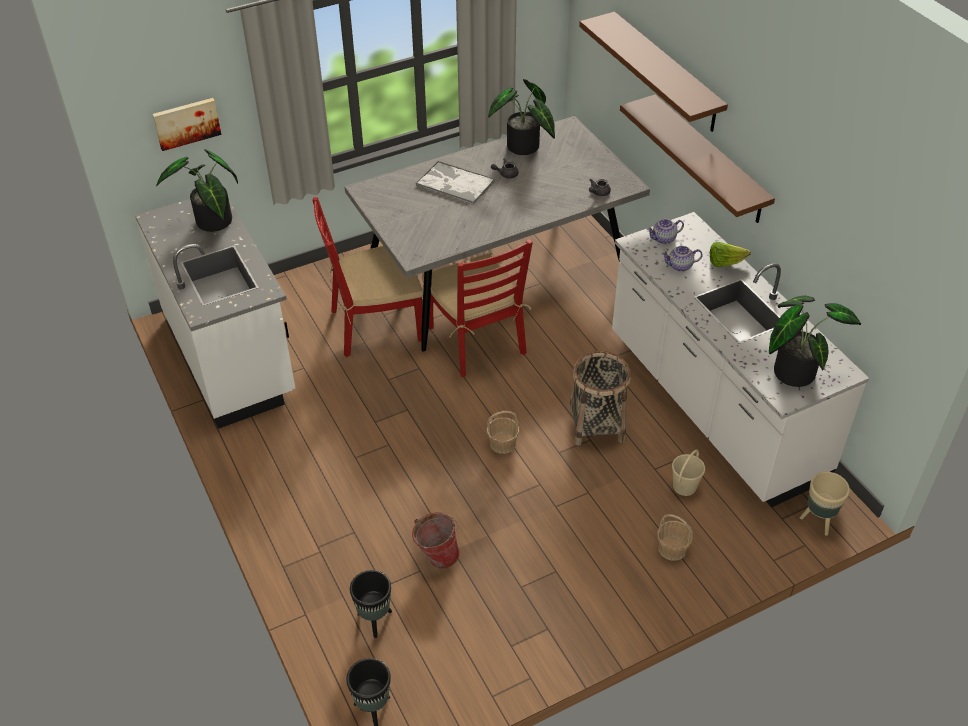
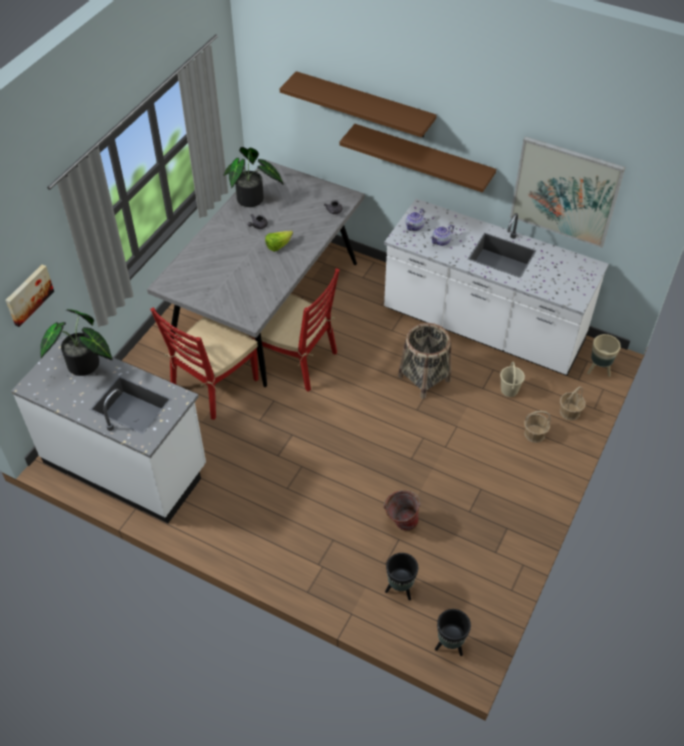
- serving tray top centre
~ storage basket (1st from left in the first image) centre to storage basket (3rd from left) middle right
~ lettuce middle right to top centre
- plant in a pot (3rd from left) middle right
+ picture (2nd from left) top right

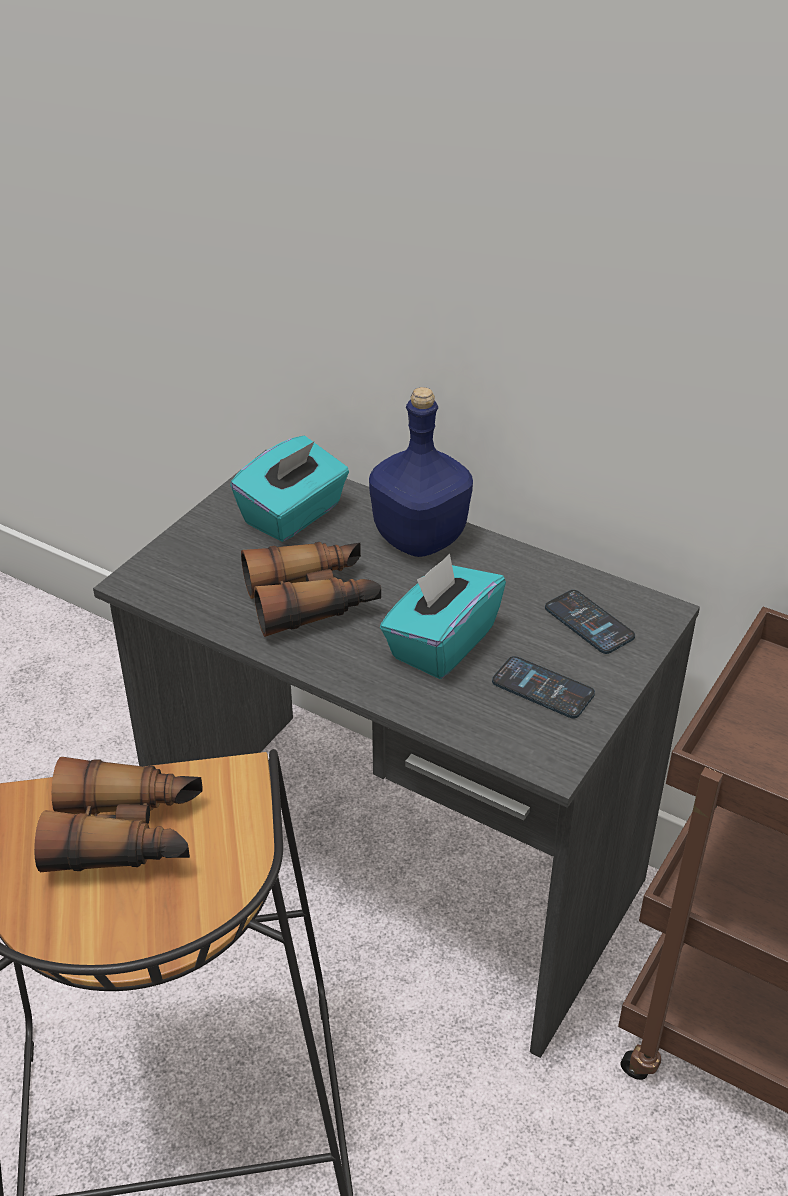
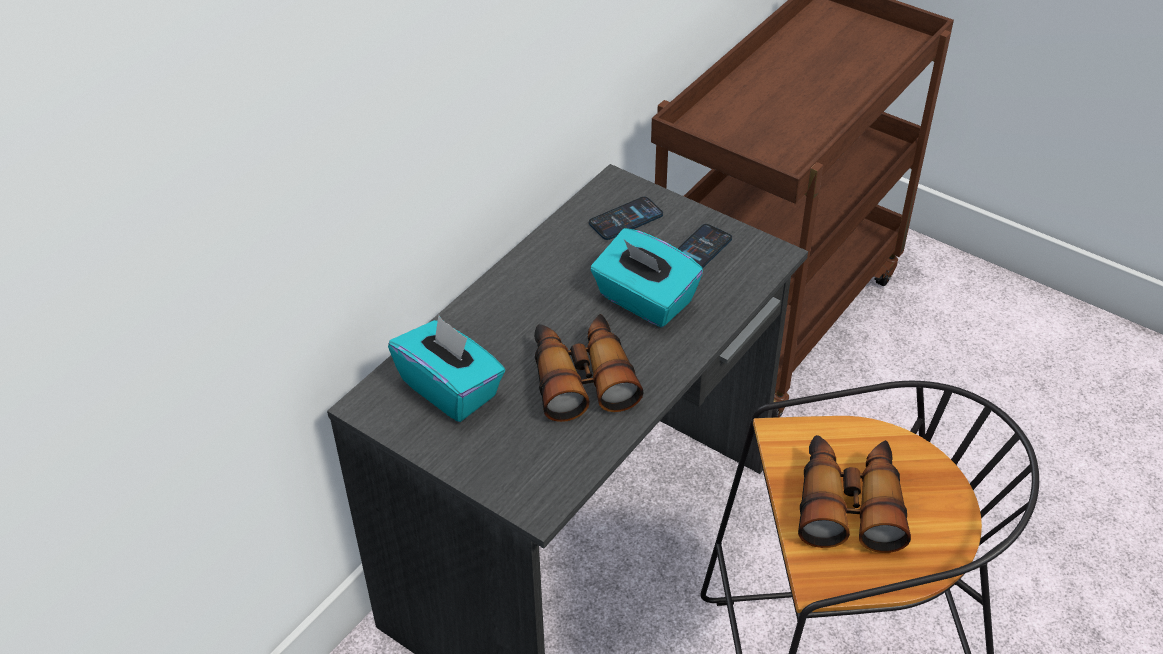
- blue drink bottle centre

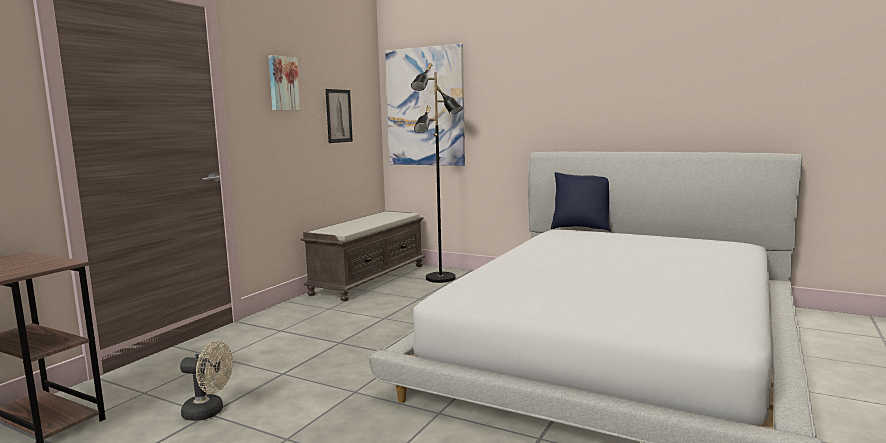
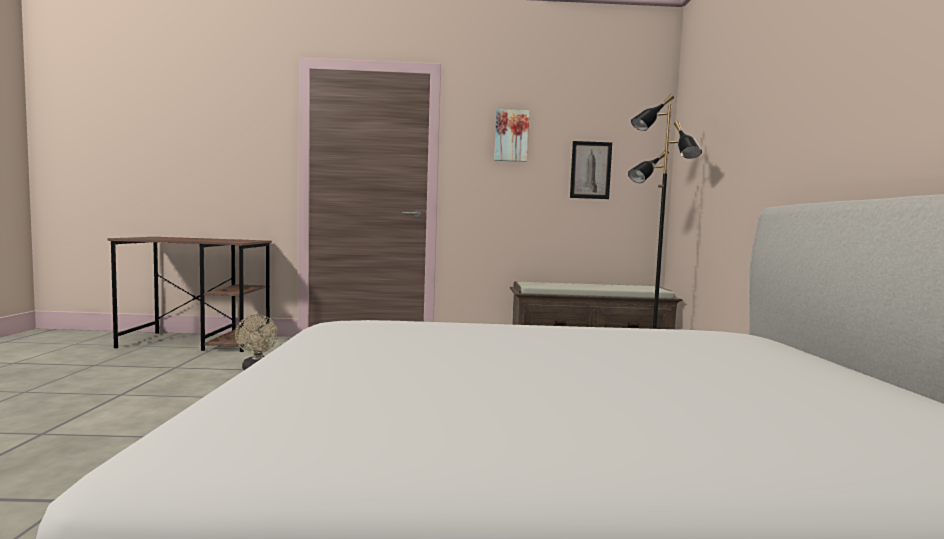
- picture (3rd from left) top centre
- blue cushion centre

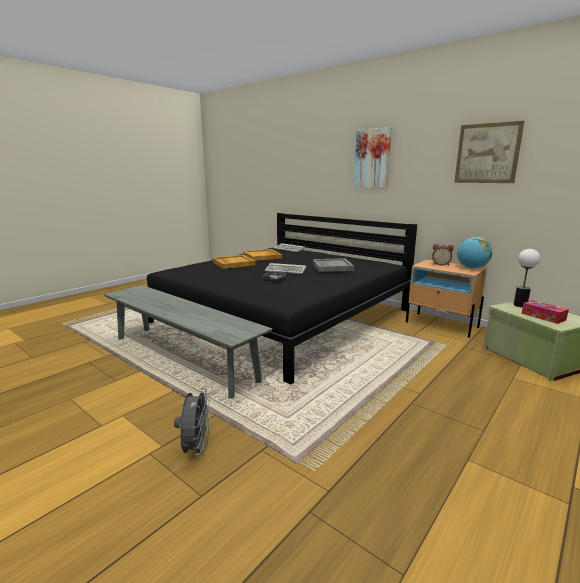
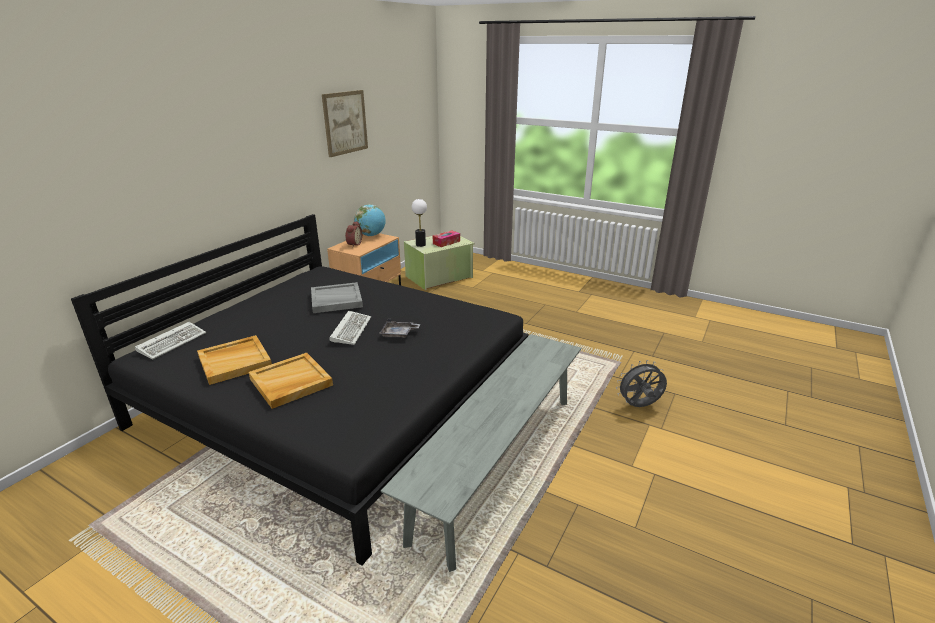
- picture (1st from left) top centre

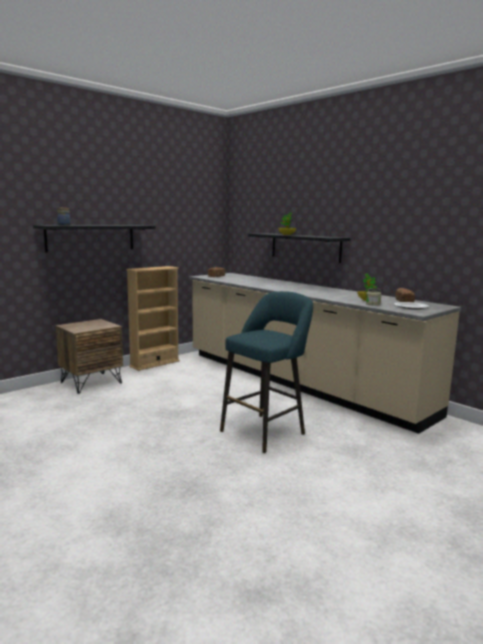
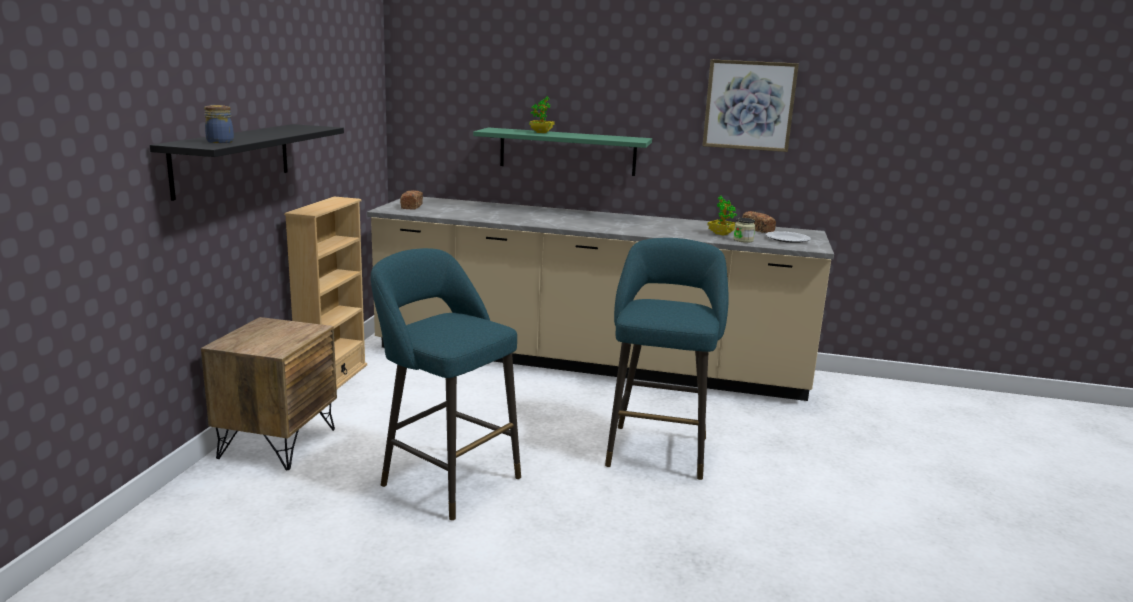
~ blackish shelf (2nd from left) centre to green-coloured shelf top centre
+ turquoise-coloured stool seat (1st from left) centre
+ picture top centre

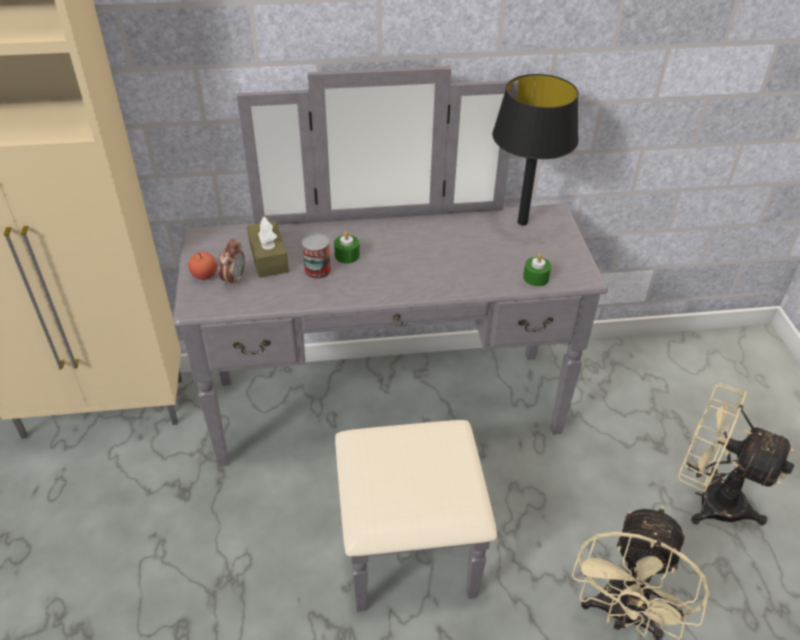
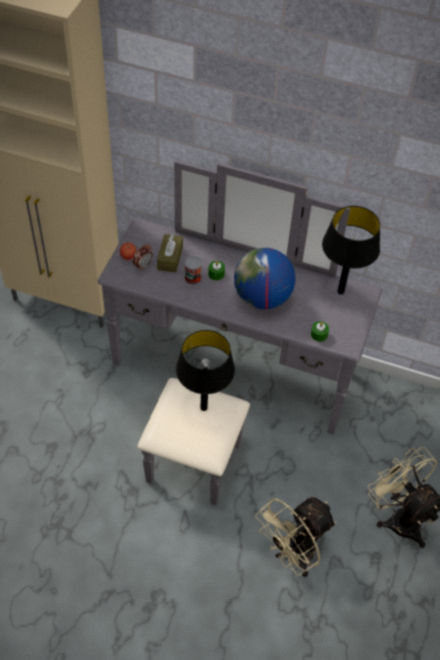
+ blackish lamp for a table (1st from left) centre
+ desk globe centre

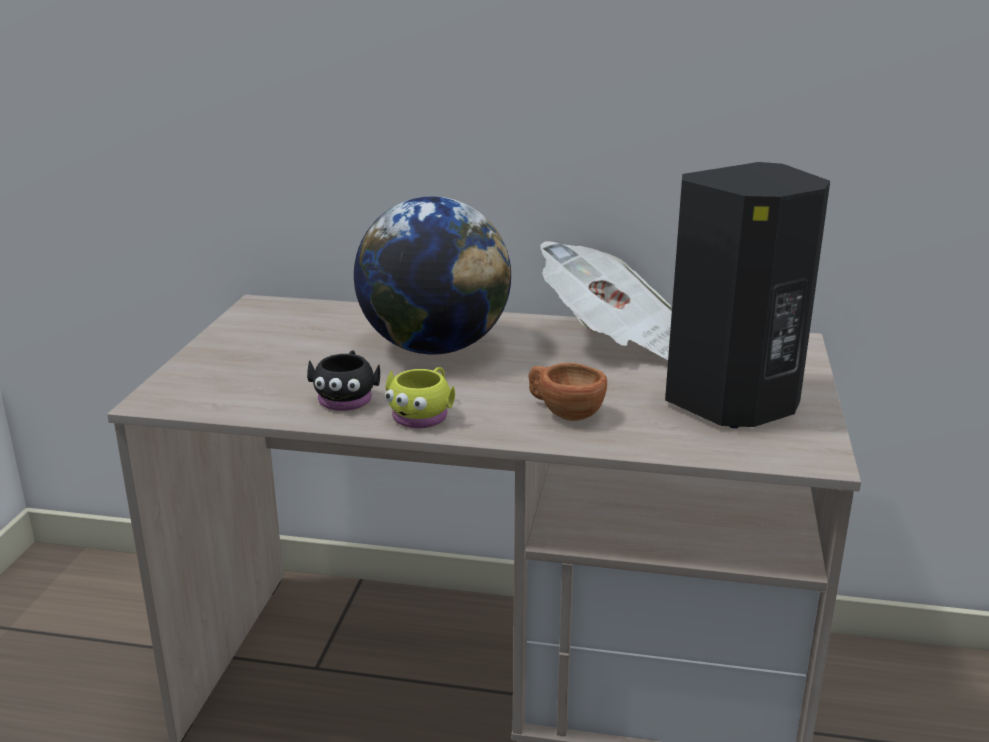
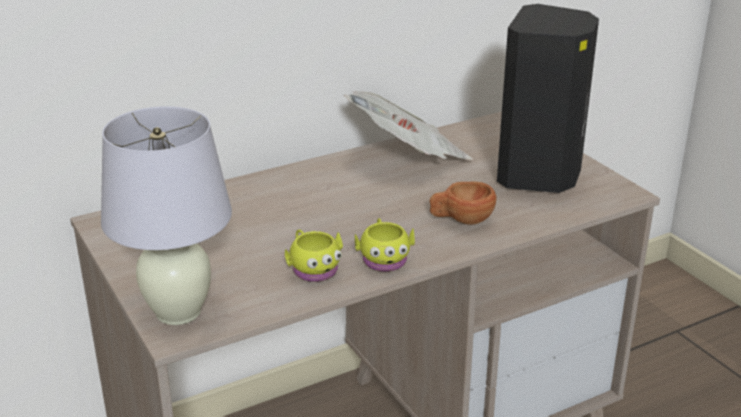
~ blackish mug centre to yellowish mug (1st from left) centre
- desk globe centre
+ white lamp for a table middle left

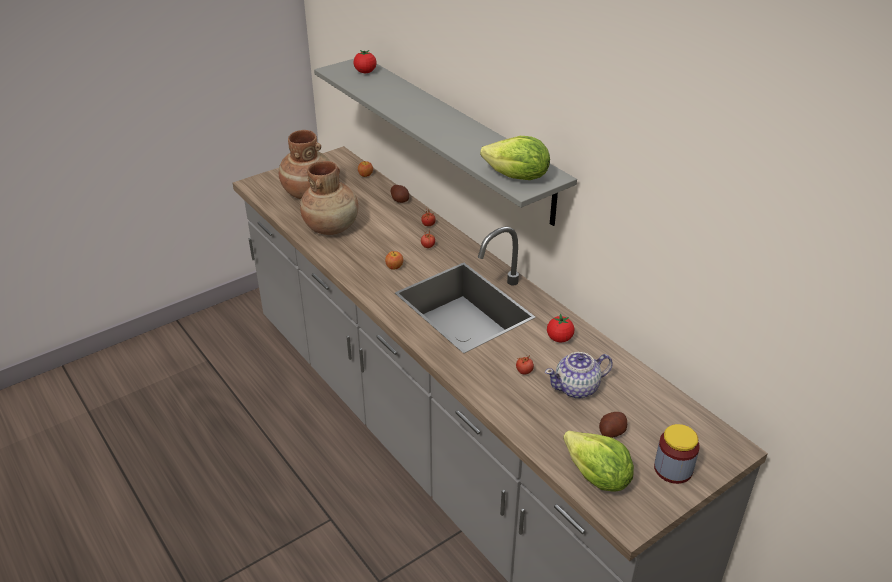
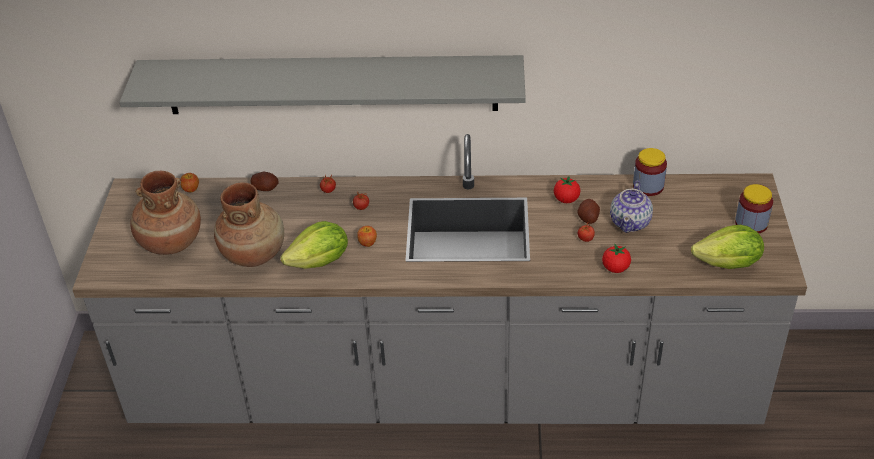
~ whole tomato (1st from left in the first image) top centre to whole tomato (5th from left) middle right
~ lettuce (1st from left) top centre to centre
~ spud (2nd from left) bottom right to middle right
+ preserve jar (1st from left) middle right

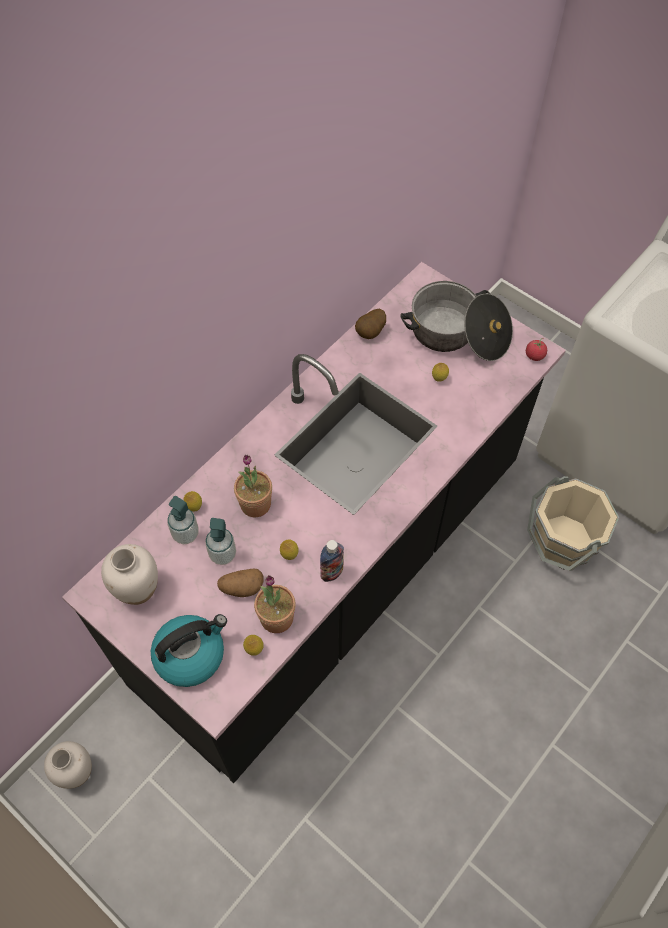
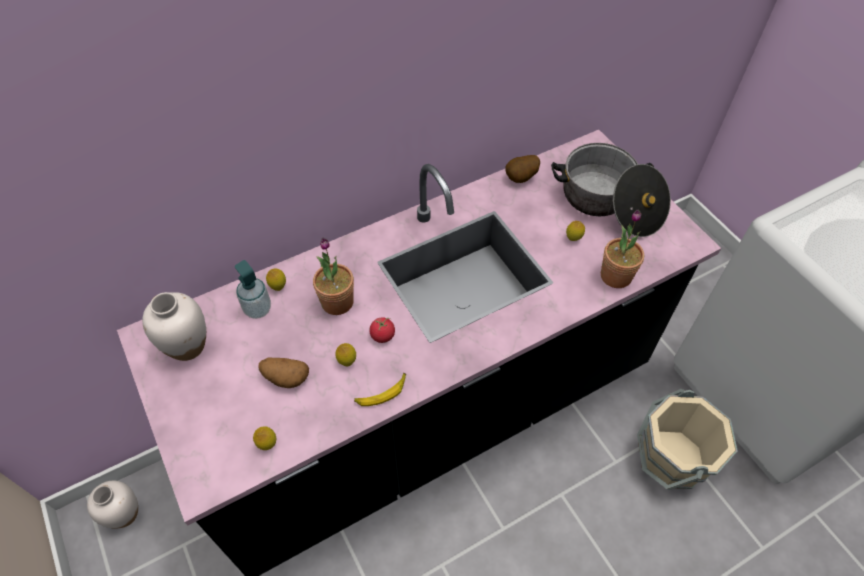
- tea kettle bottom left
- soap bottle (2nd from left) middle left
~ plant in a pot (2nd from left) centre to middle right
~ drink bottle centre to banana fruit bottom centre
~ whole tomato middle right to centre

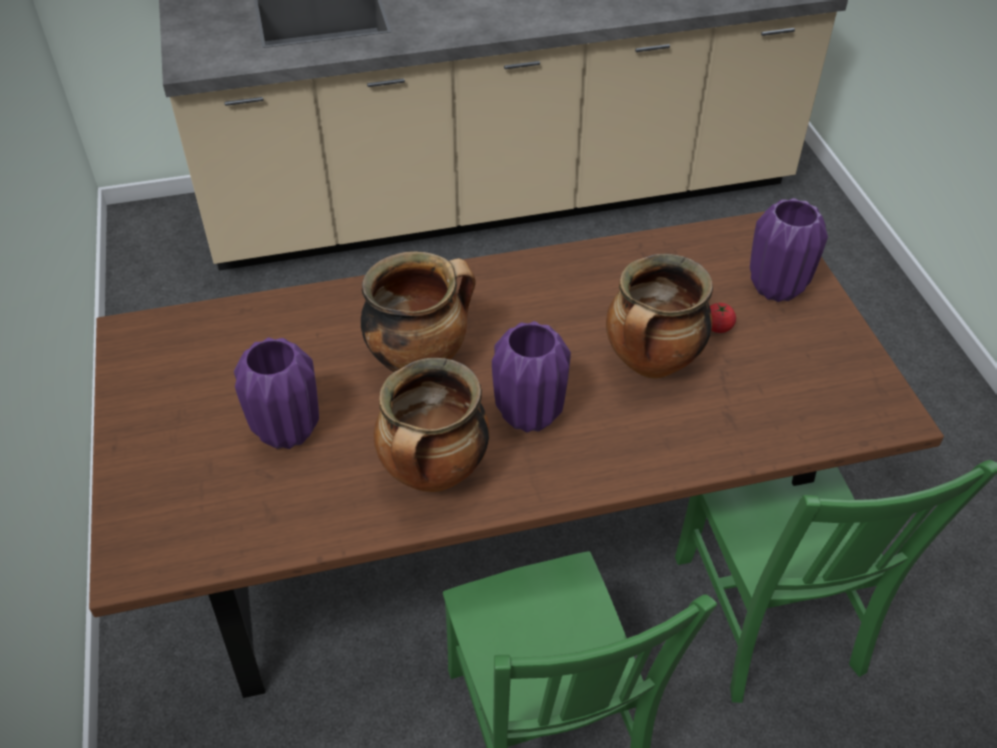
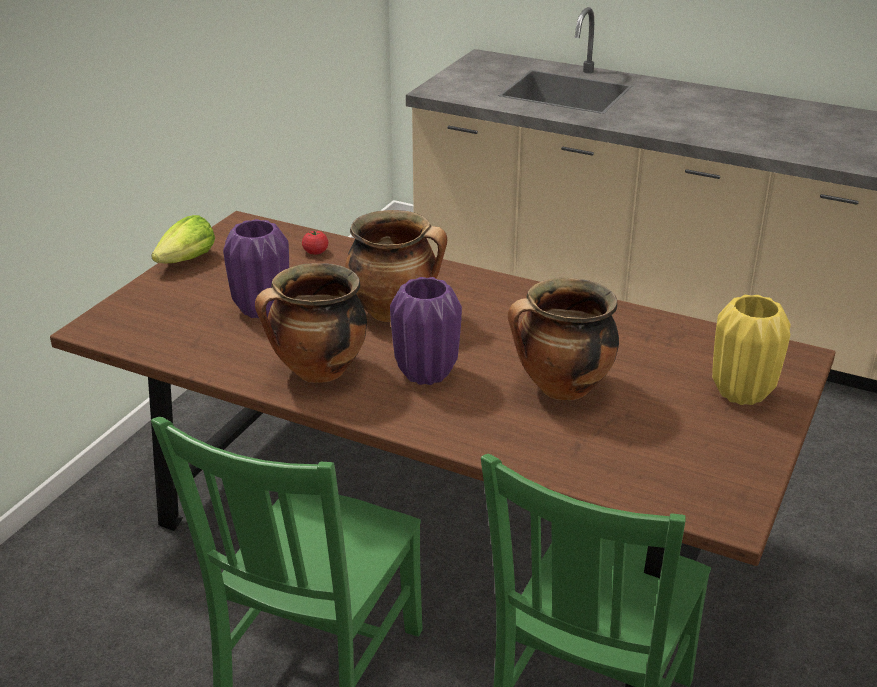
~ whole tomato middle right to centre
~ purplish vase (3rd from left) middle right to yellowish vase middle right
+ lettuce middle left

